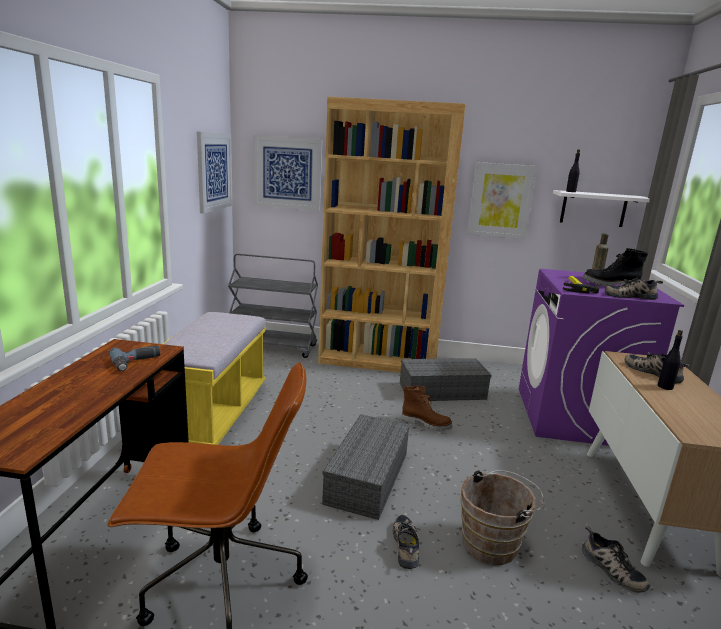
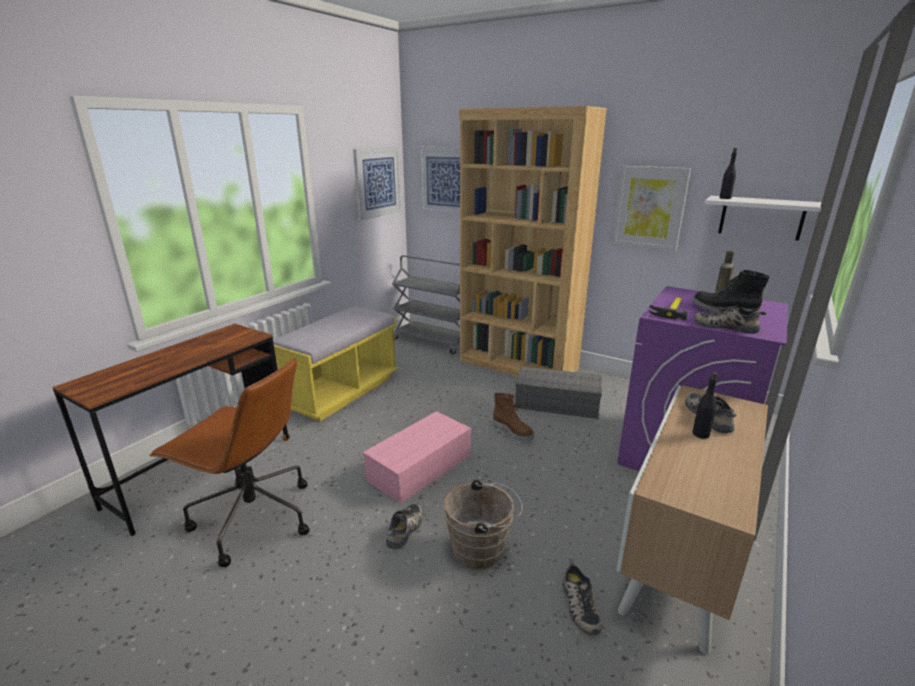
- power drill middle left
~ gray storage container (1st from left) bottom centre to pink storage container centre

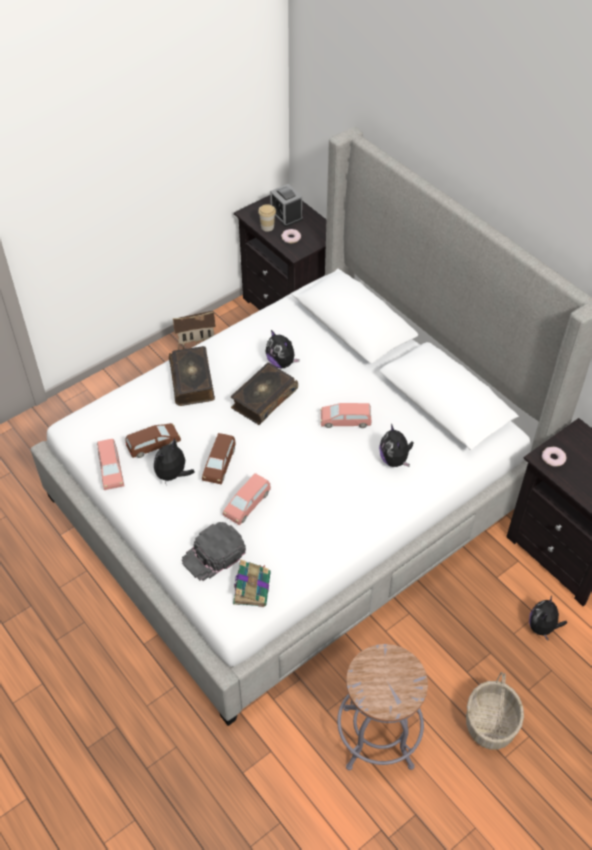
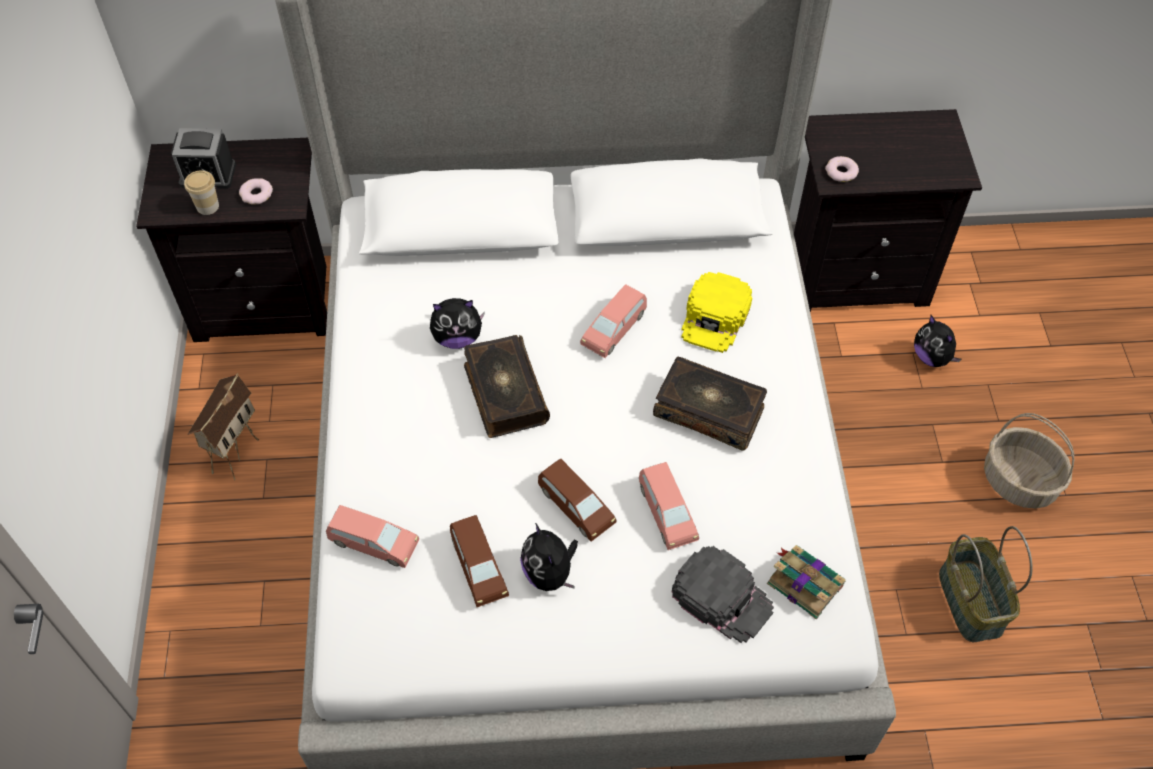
~ pink toy car (1st from left) middle left to bottom left
~ brownish toy car (1st from left) middle left = bottom centre 150 degrees clockwise
~ volume (1st from left in the first image) middle left to volume (2nd from left) centre
~ blackish baseball cap centre = bottom centre 45 degrees counterclockwise
~ gray stool seat bottom centre to storage basket (1st from left) bottom right
~ cuddly toy (3rd from left) middle right to yellowish baseball cap centre

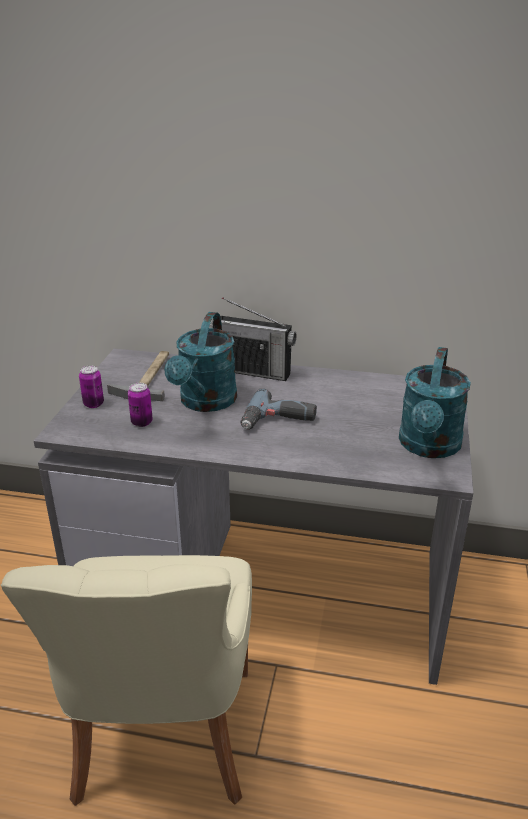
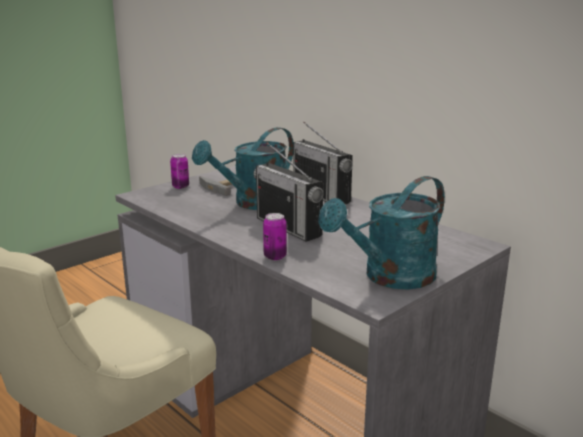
~ metal can (2nd from left) middle left to centre
~ power drill centre to radio set (1st from left) centre

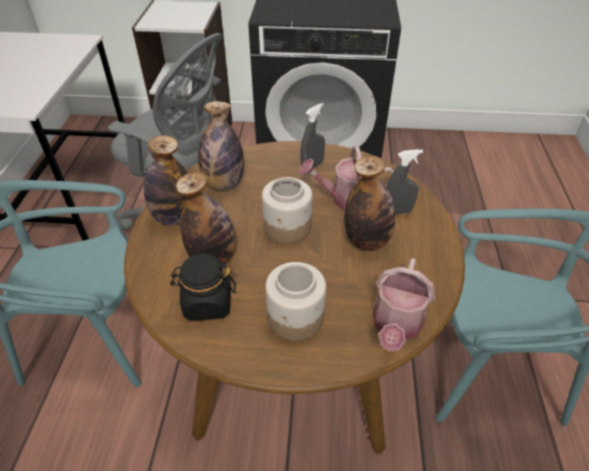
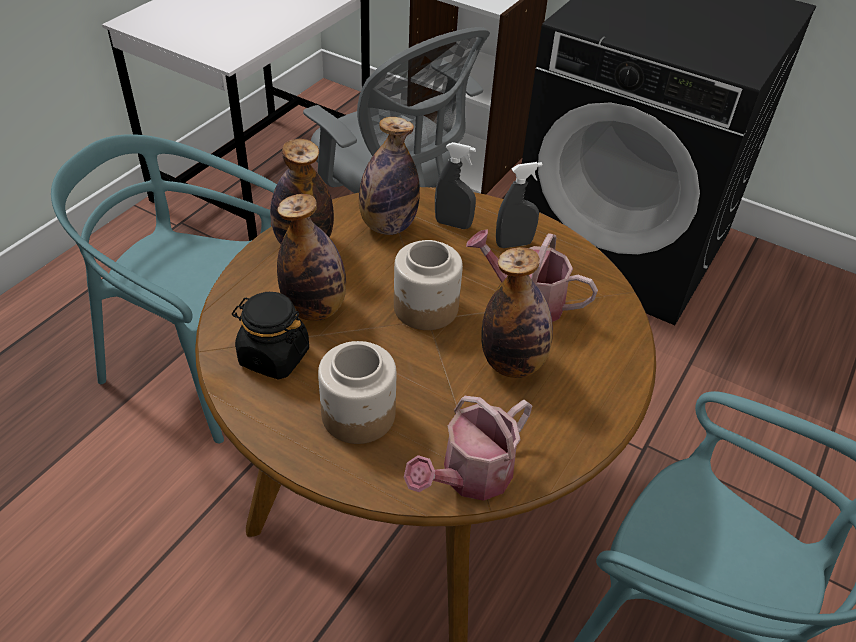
~ gray spray bottle (2nd from left in the first image) middle right to gray spray bottle (1st from left) top centre

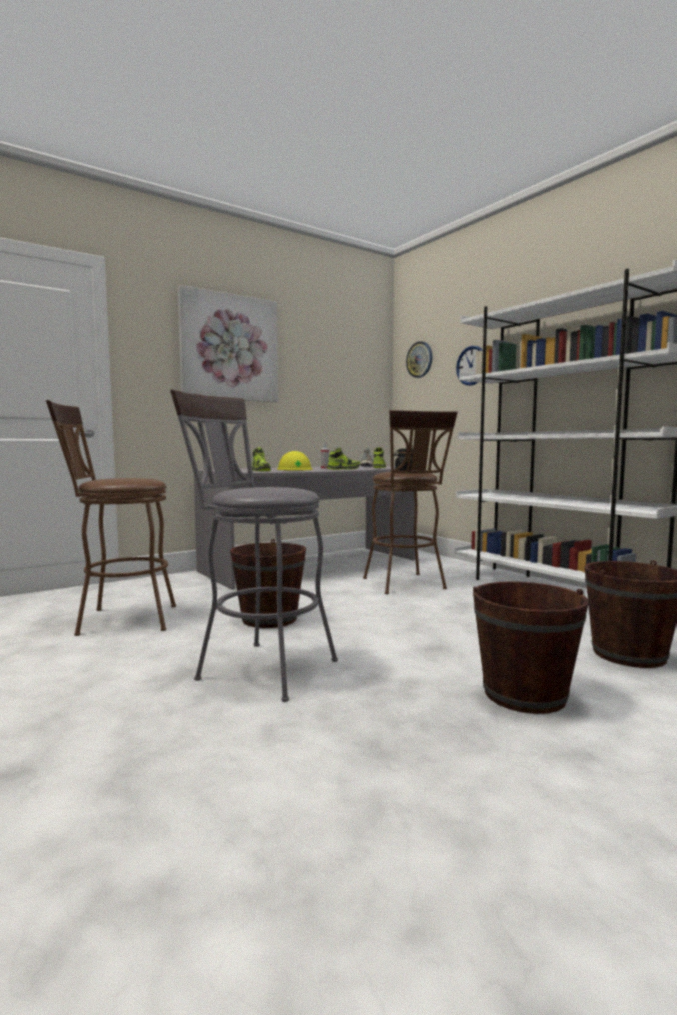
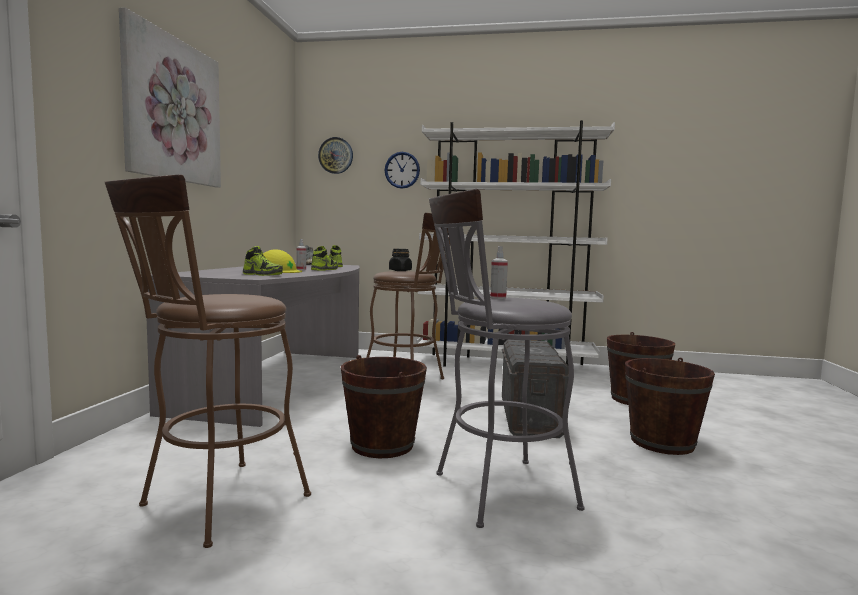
+ spray bottle (2nd from left) centre
+ gray storage container centre

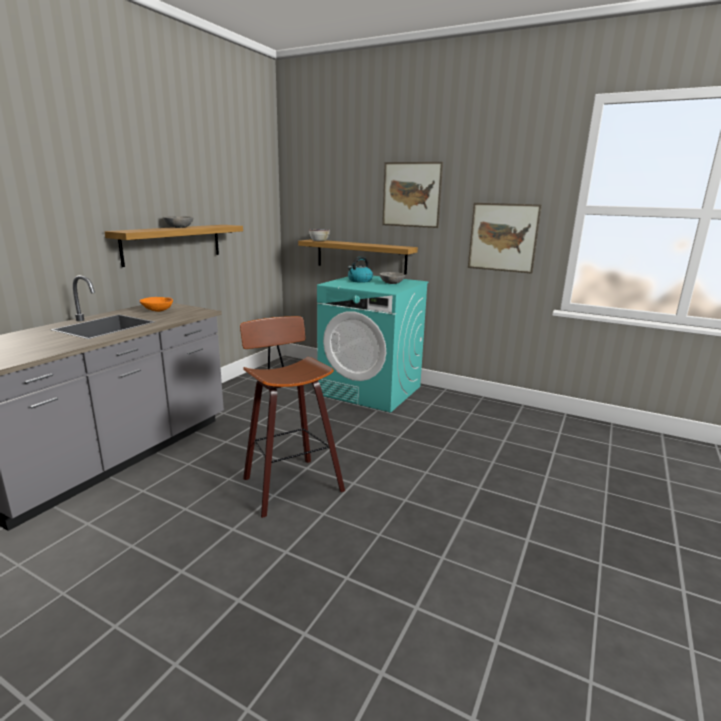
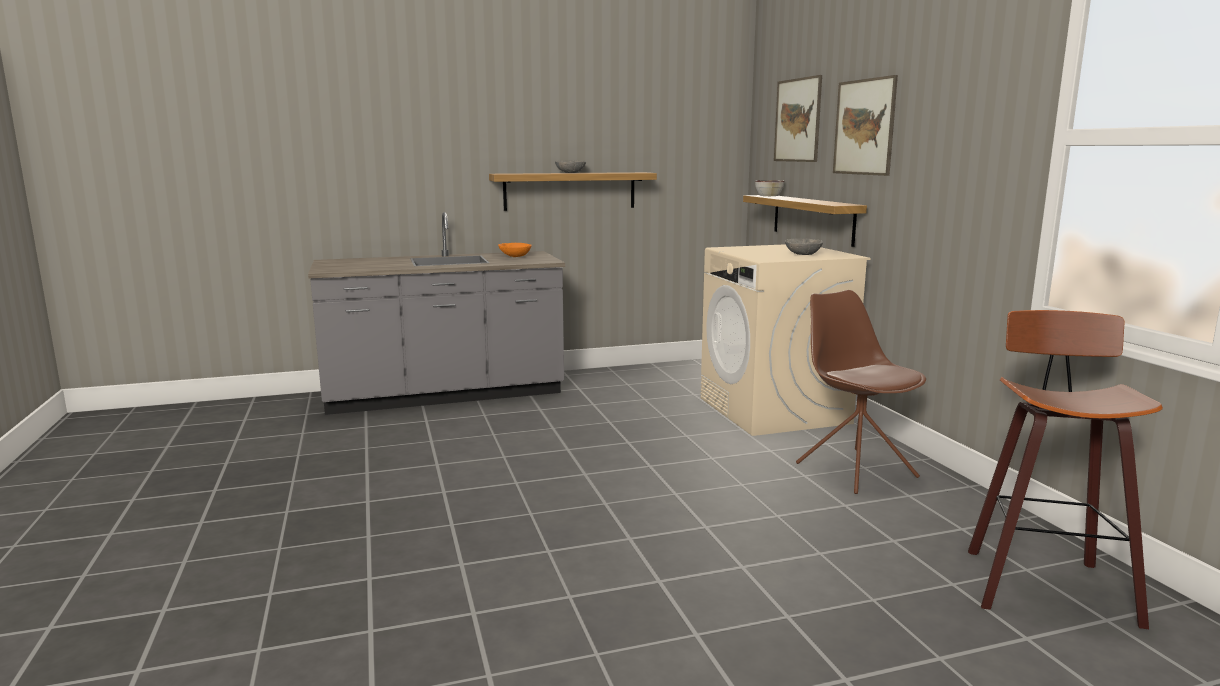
~ stool seat centre to bottom right
~ turquoise-coloured washing machine centre to sand-coloured washing machine centre
- tea kettle centre
~ picture (2nd from left in the first image) top right to picture (1st from left) top centre
+ brownish upright chair middle right

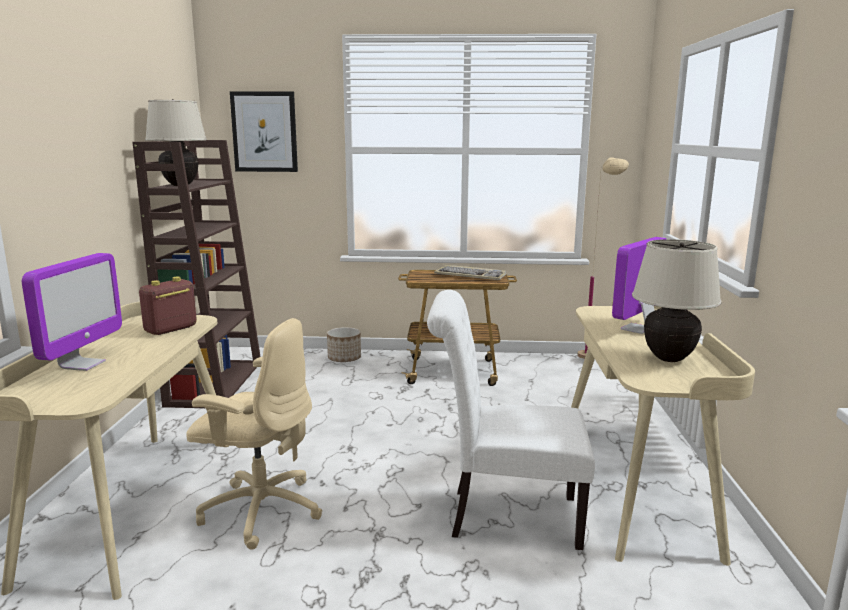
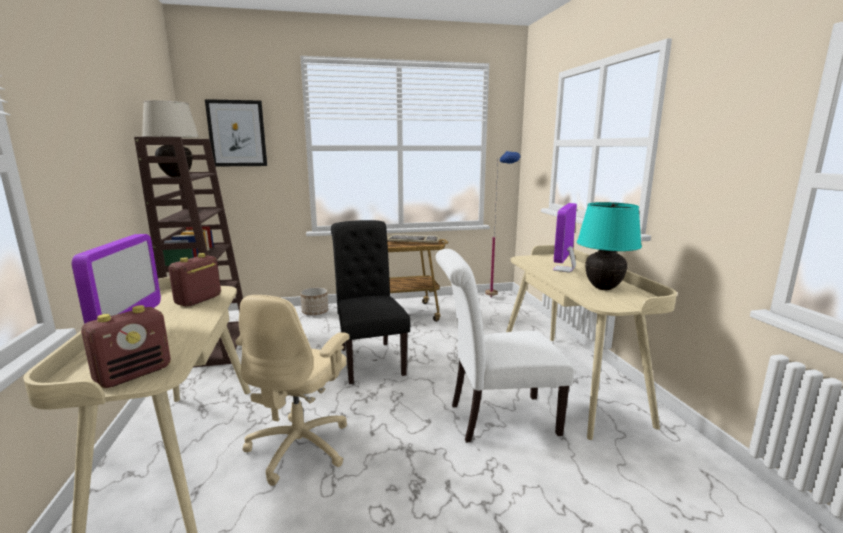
~ sand-coloured computer chair bottom left = bottom centre 105 degrees clockwise
~ sand-coloured standard lamp middle right to blue standard lamp centre
~ sand-coloured lamp for a table (2nd from left) middle right to turquoise-coloured lamp for a table middle right
+ radio set (1st from left) middle left
+ blackish upright chair centre

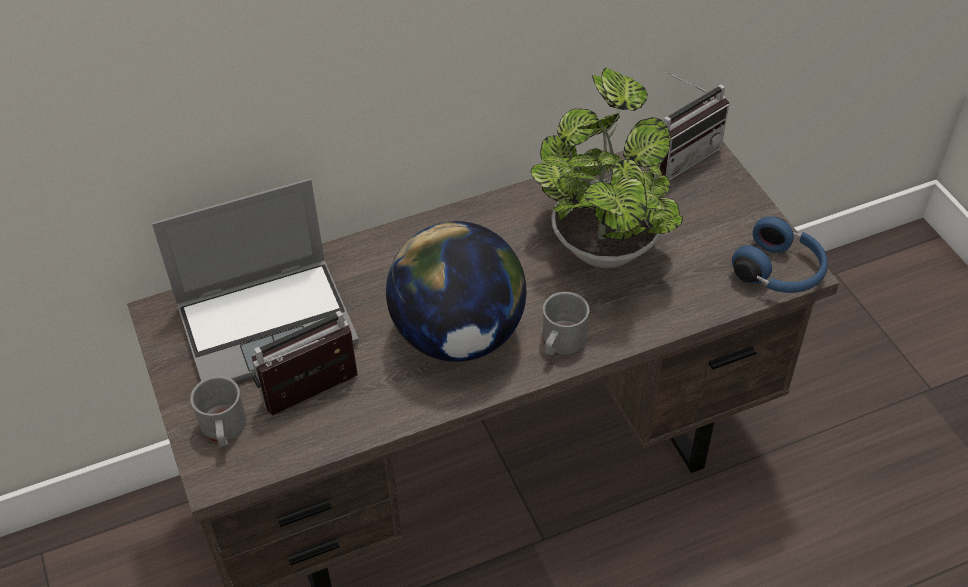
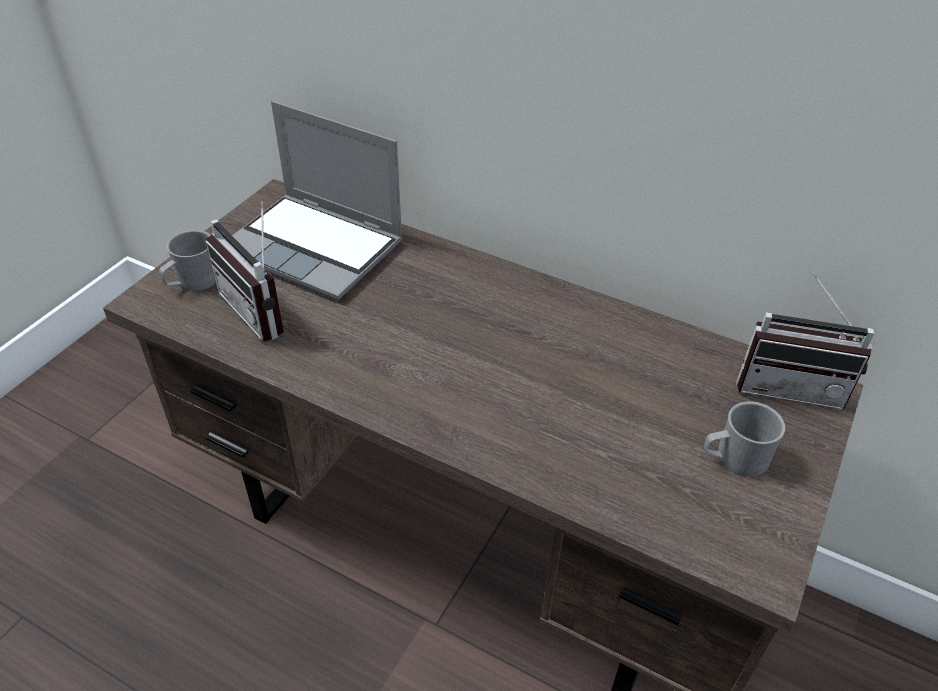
~ radio set (1st from left) middle left = middle left 150 degrees counterclockwise
- desk globe centre
- plant in a pot top centre
~ gray mug (2nd from left) centre to middle right
- blue headphones middle right

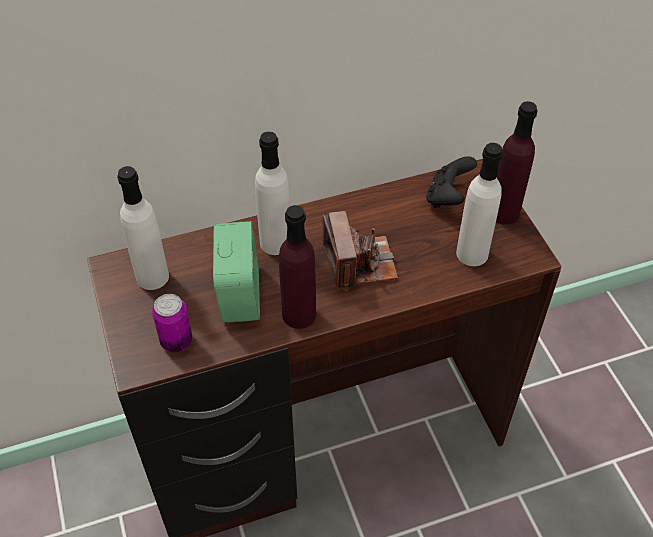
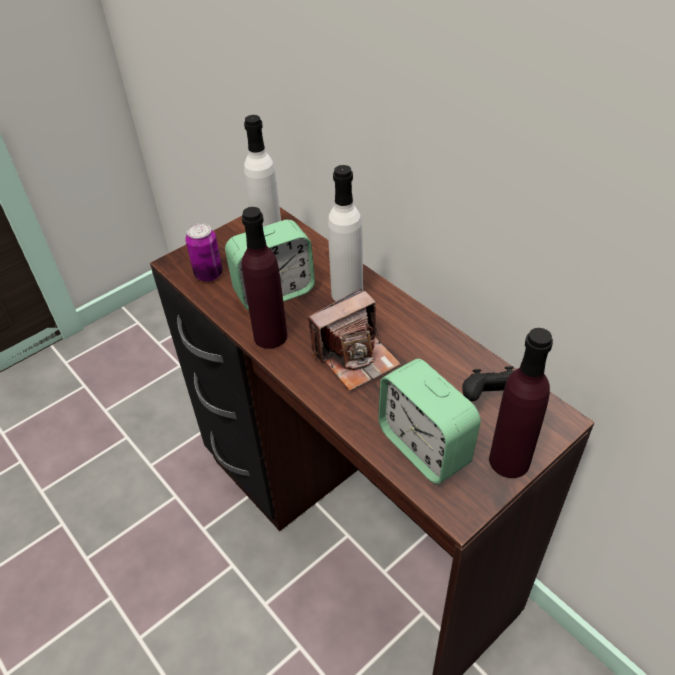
~ white drink bottle (3rd from left) middle right to alarm clock (2nd from left) centre

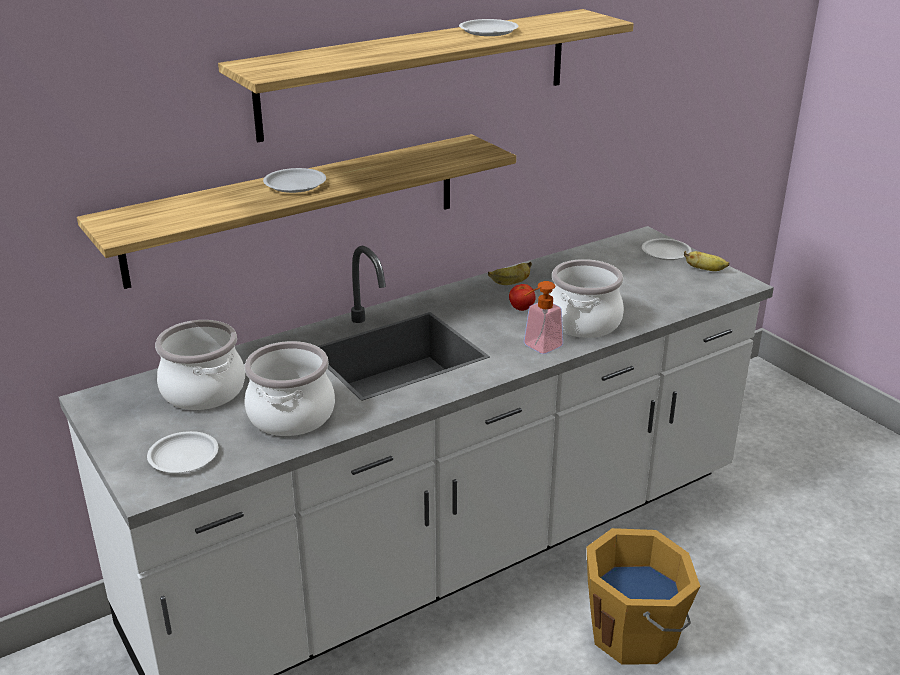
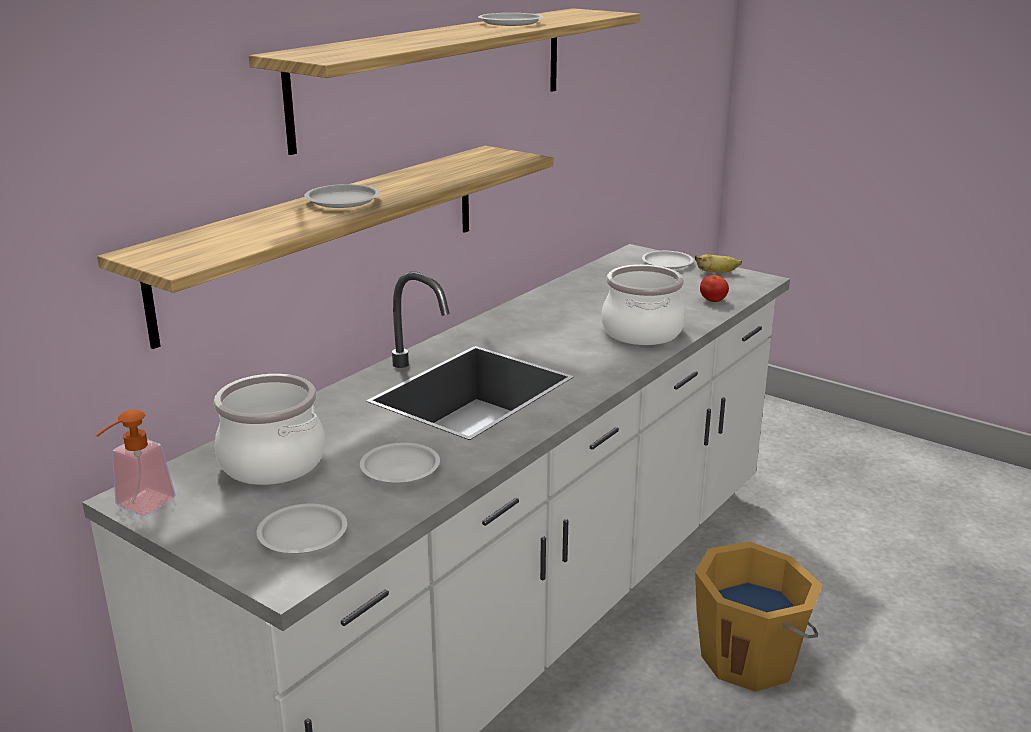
~ cooking pot (2nd from left) middle left to white plate (3rd from left) centre
- banana fruit (1st from left) centre
~ whole tomato centre to middle right
~ soap bottle centre to middle left

